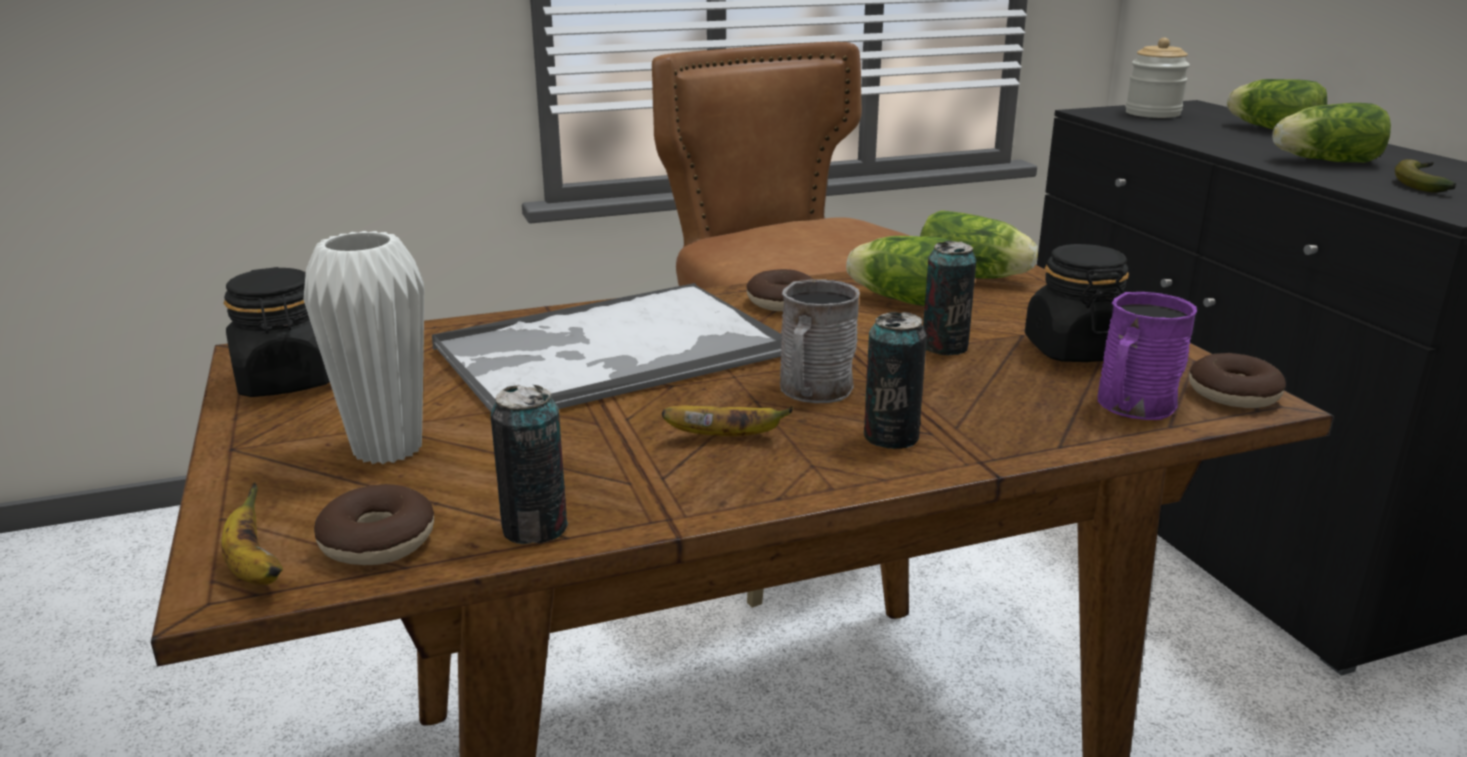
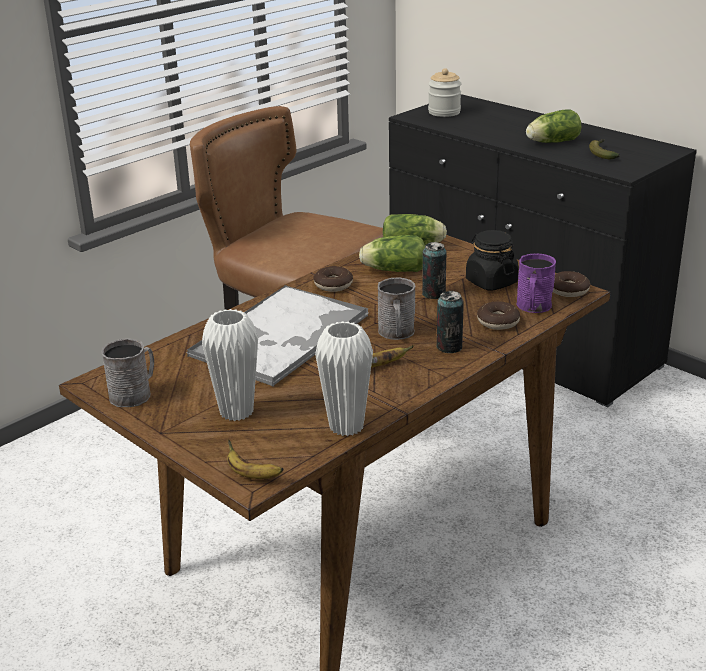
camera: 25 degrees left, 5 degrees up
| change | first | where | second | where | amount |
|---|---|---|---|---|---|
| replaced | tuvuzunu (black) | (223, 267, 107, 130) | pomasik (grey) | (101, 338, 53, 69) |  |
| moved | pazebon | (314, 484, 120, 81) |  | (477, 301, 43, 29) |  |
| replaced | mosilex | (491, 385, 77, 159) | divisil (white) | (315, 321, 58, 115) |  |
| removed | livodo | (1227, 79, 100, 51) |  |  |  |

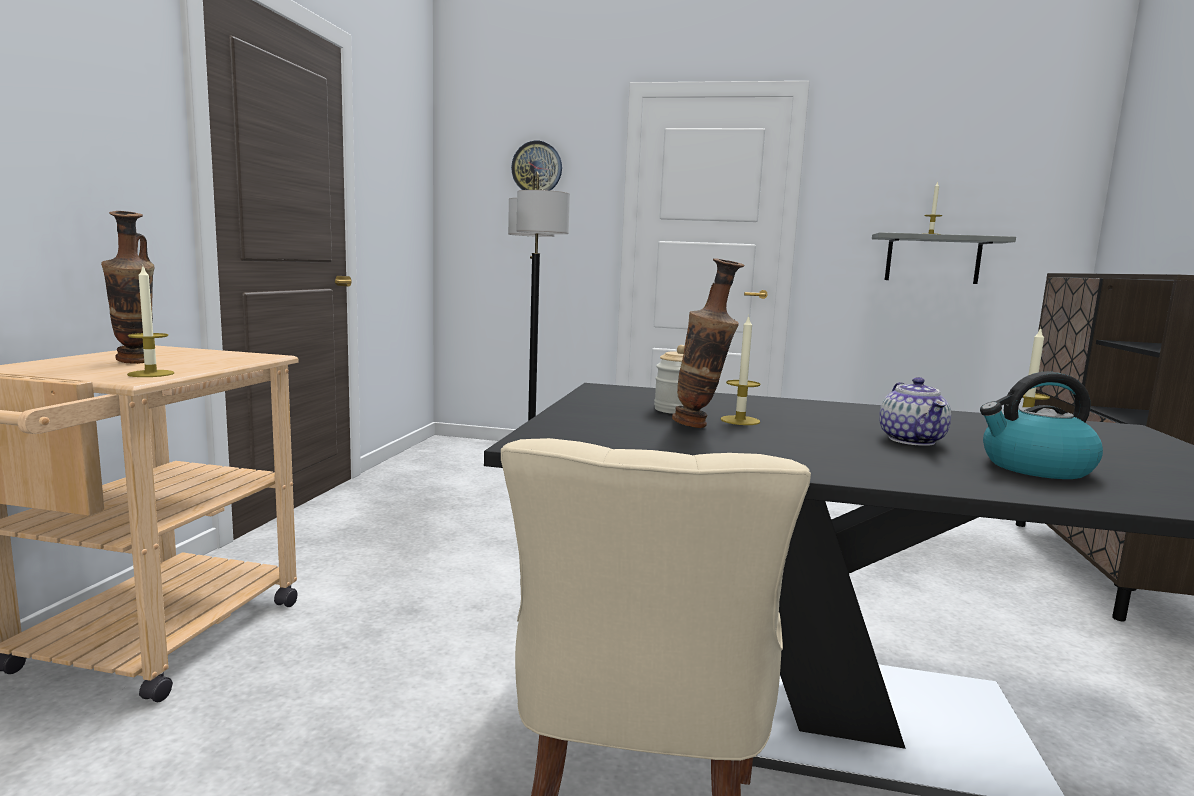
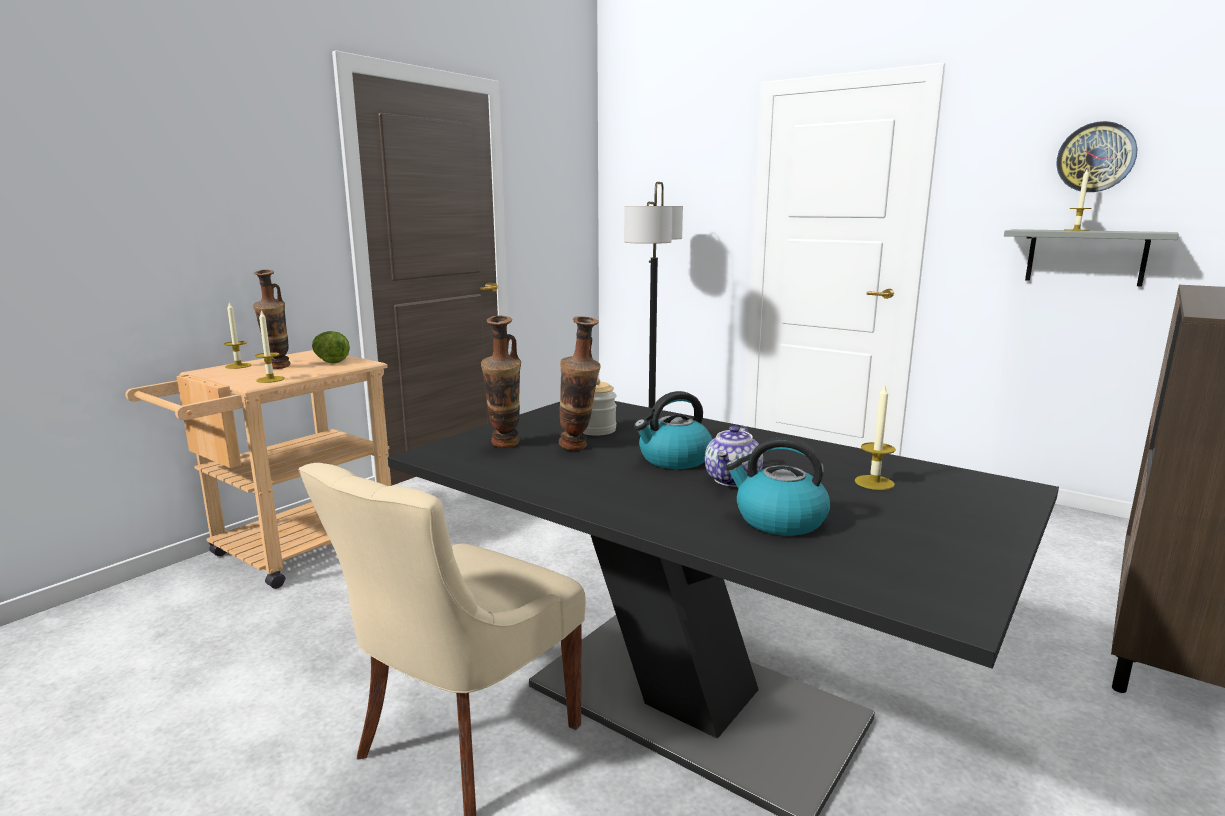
camera: 25 degrees right, 5 degrees up
| change | first | where | second | where | amount |
|---|---|---|---|---|---|
| moved | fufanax | (511, 141, 51, 50) |  | (1056, 121, 81, 71) |  |
| moved | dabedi | (721, 314, 39, 111) |  | (224, 302, 28, 67) |  |
| added |  |  | livodo | (312, 331, 38, 33) |  |
| added |  |  | divisil | (481, 316, 40, 132) |  |
| added |  |  | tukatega | (634, 391, 78, 78) |  |

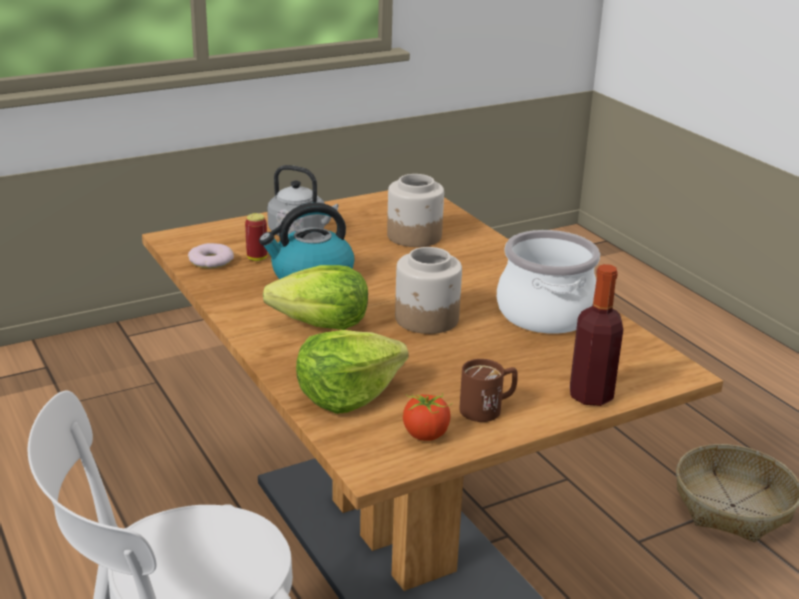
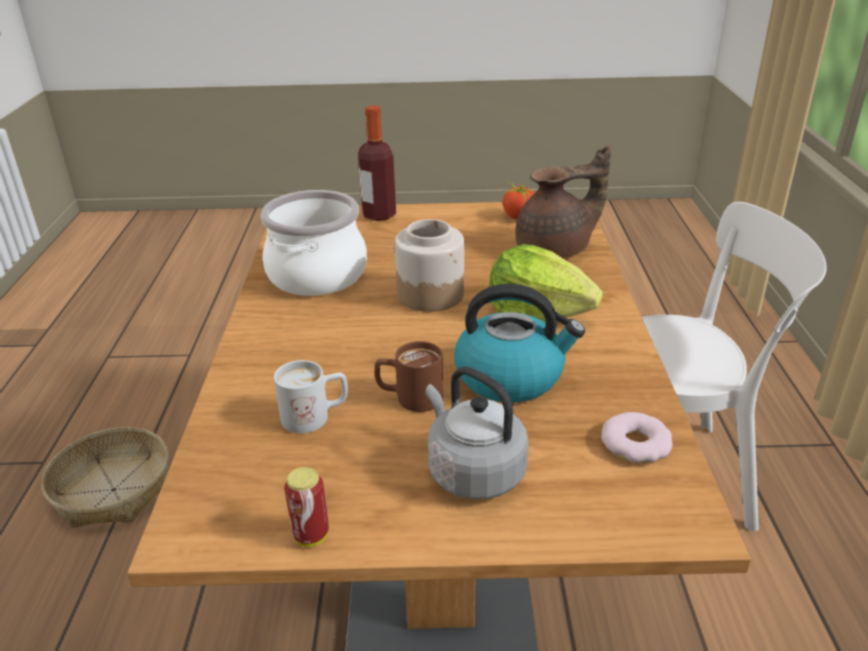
camera: 150 degrees left, 5 degrees up
| change | first | where | second | where | amount |
|---|---|---|---|---|---|
| moved | mosilex | (245, 213, 22, 48) |  | (284, 467, 45, 80) |  |
| replaced | livodo | (296, 330, 113, 84) | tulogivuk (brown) | (515, 146, 96, 112) |  |
| replaced | tuvuzunu | (387, 174, 57, 73) | pomasik (white) | (274, 360, 74, 73) |  |
| moved | pomasik (brown) | (459, 359, 59, 63) |  | (374, 341, 69, 71) |  |

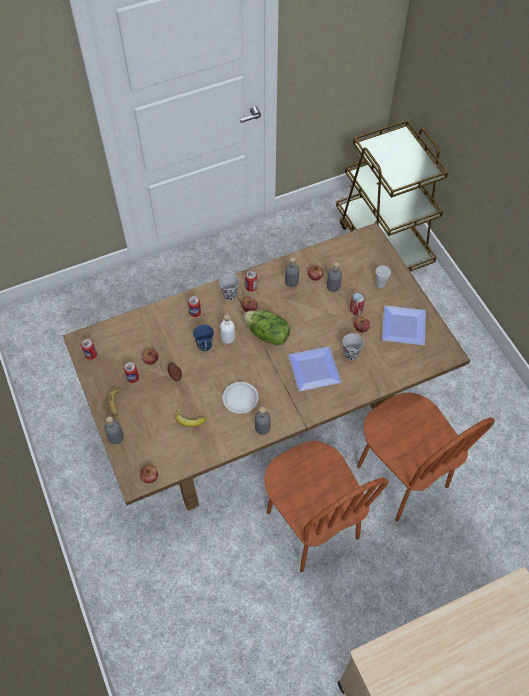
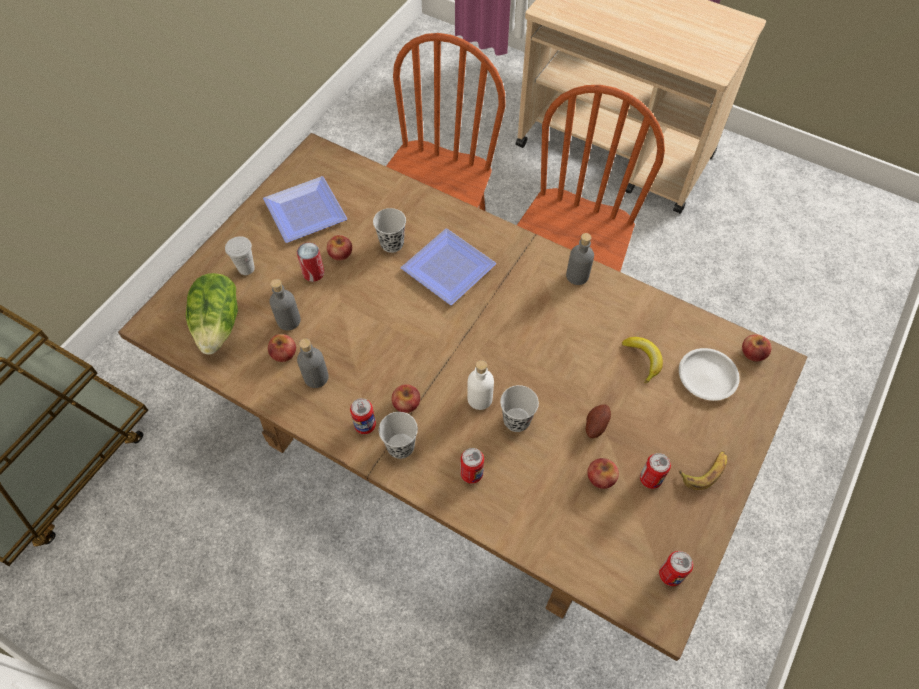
camera: 125 degrees left, 0 degrees up
| change | first | where | second | where | amount |
|---|---|---|---|---|---|
| removed | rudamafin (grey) | (105, 416, 19, 29) |  |  |  |
| recoloured | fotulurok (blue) | (193, 324, 21, 27) | fotulurok (black) | (500, 385, 39, 47) |  |
| moved | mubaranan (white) | (223, 382, 36, 32) |  | (679, 348, 61, 53) |  |
| moved | livodo | (243, 310, 47, 36) |  | (186, 273, 52, 82) |  |

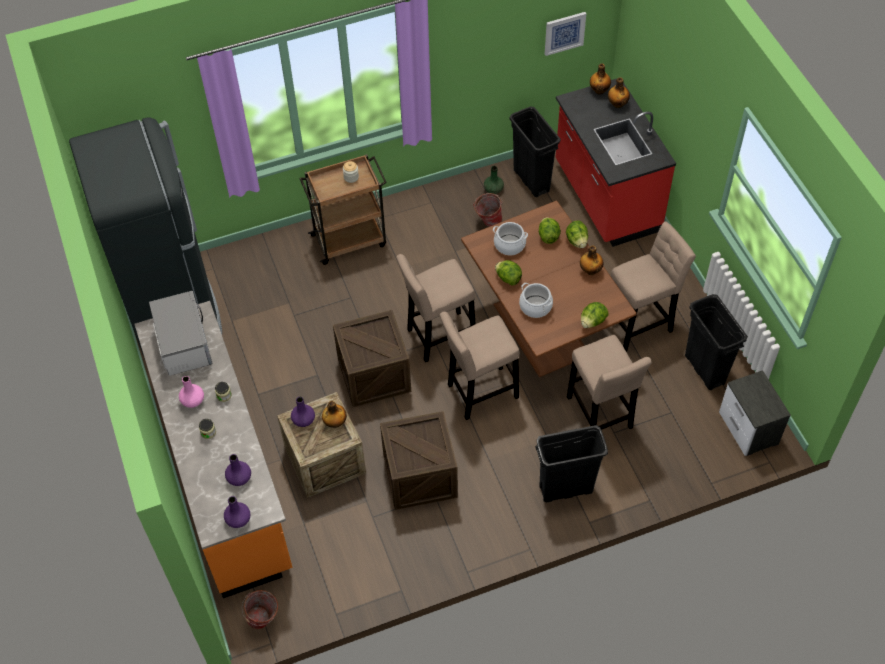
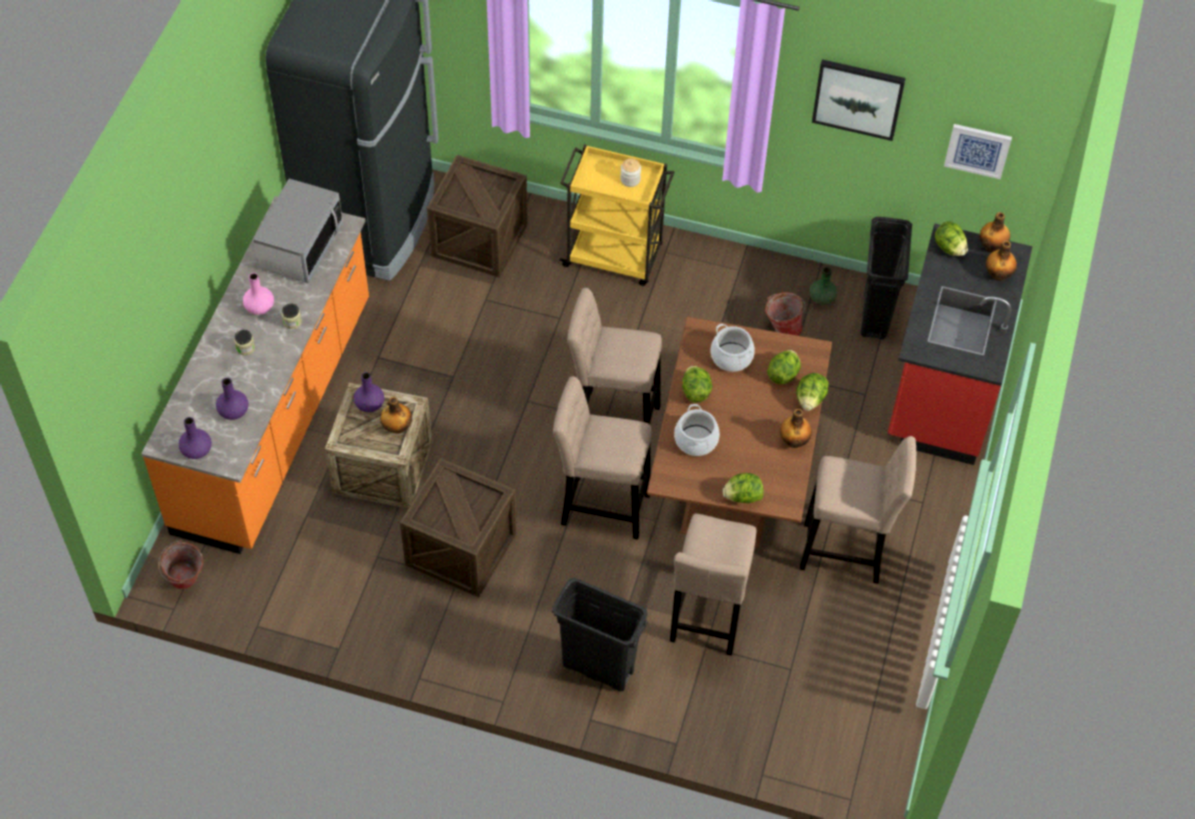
camera: 35 degrees right, 0 degrees up
| change | first | where | second | where | amount |
|---|---|---|---|---|---|
| recoloured | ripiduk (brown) | (299, 154, 88, 111) | ripiduk (yellow) | (559, 144, 115, 142) |  |
| moved | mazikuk | (333, 310, 78, 97) |  | (427, 155, 101, 123) |  |
| removed | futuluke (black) | (685, 294, 63, 96) |  |  |  |
| removed | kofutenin | (719, 370, 72, 86) |  |  |  |
| added |  |  | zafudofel | (812, 59, 94, 82) |  |
| added |  |  | livodo | (935, 221, 33, 35) |  |

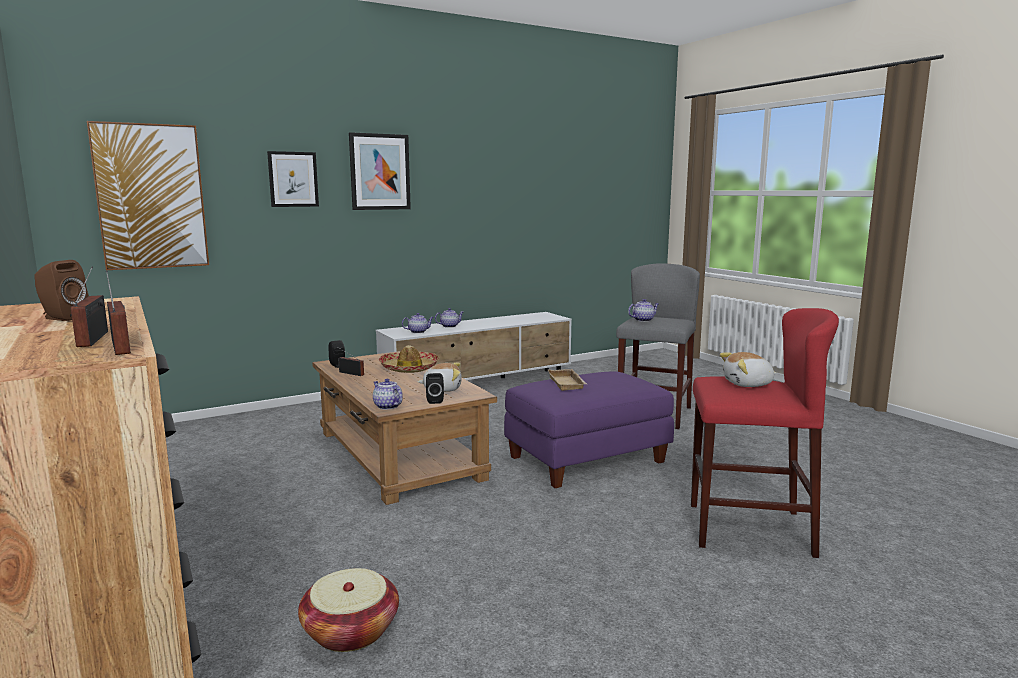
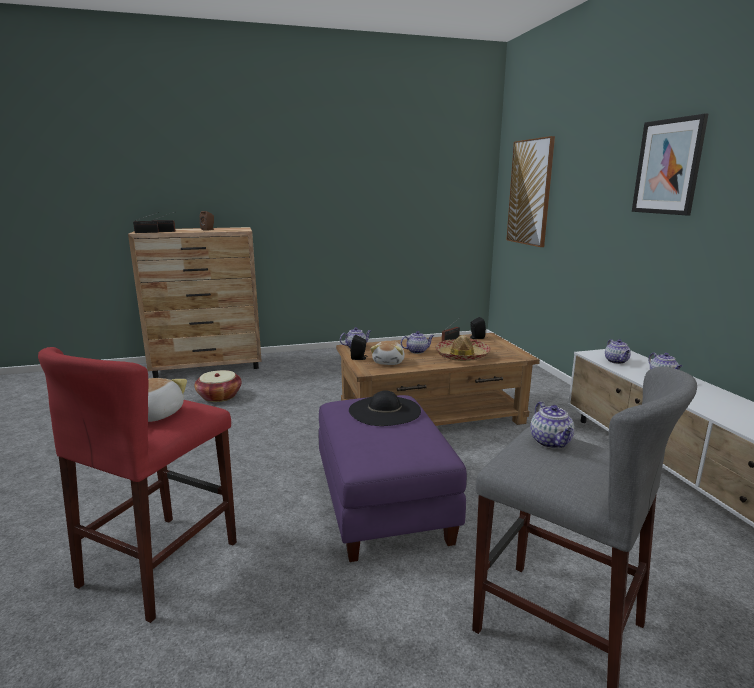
camera: 105 degrees right, 5 degrees up
| change | first | where | second | where | amount |
|---|---|---|---|---|---|
| removed | zafudofel | (267, 151, 52, 56) |  |  |  |
| replaced | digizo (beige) | (547, 369, 40, 22) | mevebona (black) | (349, 390, 72, 36) |  |
| added |  |  | tulogivuk | (400, 331, 34, 23) |  |

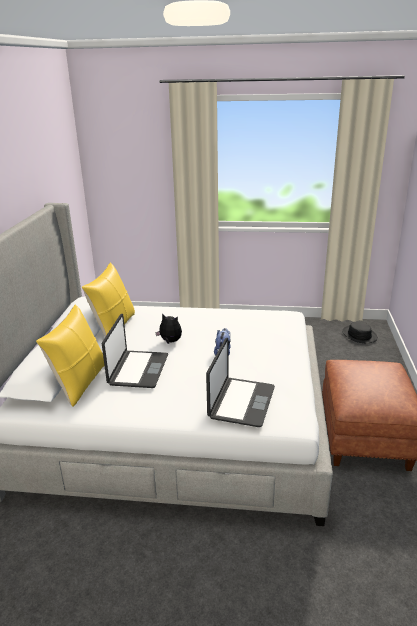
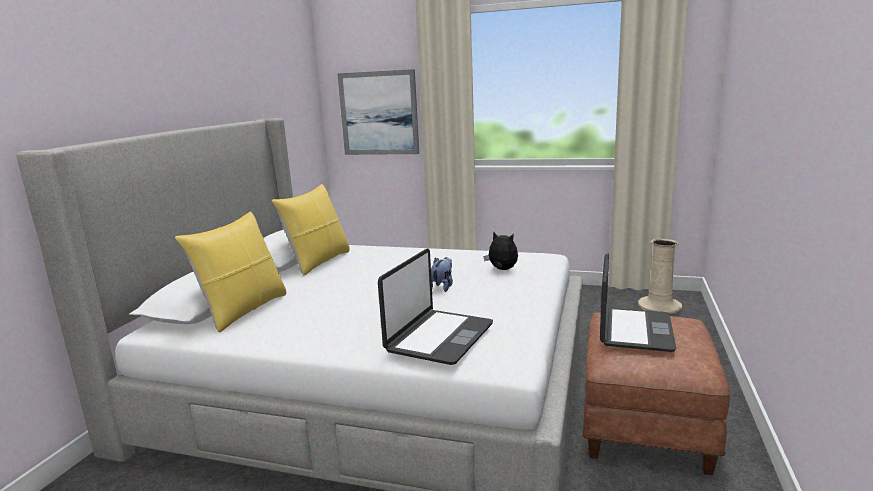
camera: 10 degrees right, 10 degrees down
| change | first | where | second | where | amount |
|---|---|---|---|---|---|
| moved | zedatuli | (102, 314, 66, 74) |  | (600, 253, 76, 99) |  |
| moved | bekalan | (156, 314, 26, 30) |  | (484, 231, 34, 39) |  |
| replaced | mevebona (black) | (342, 322, 36, 21) | divisil (beige) | (638, 239, 44, 75) |  |
| added |  |  | zafudofel | (337, 69, 82, 86) |  |

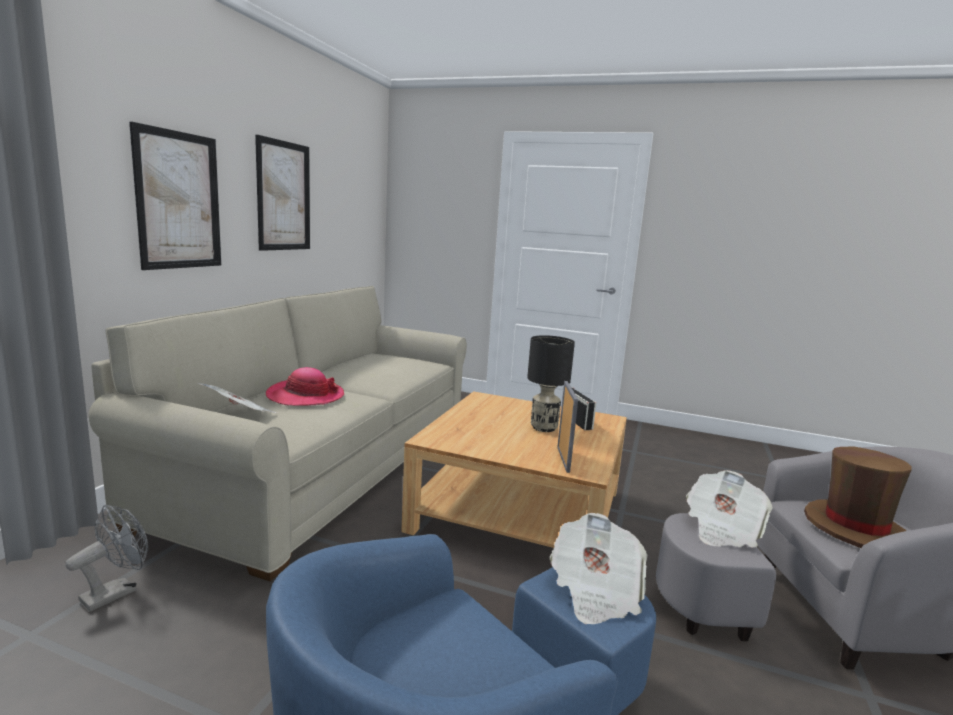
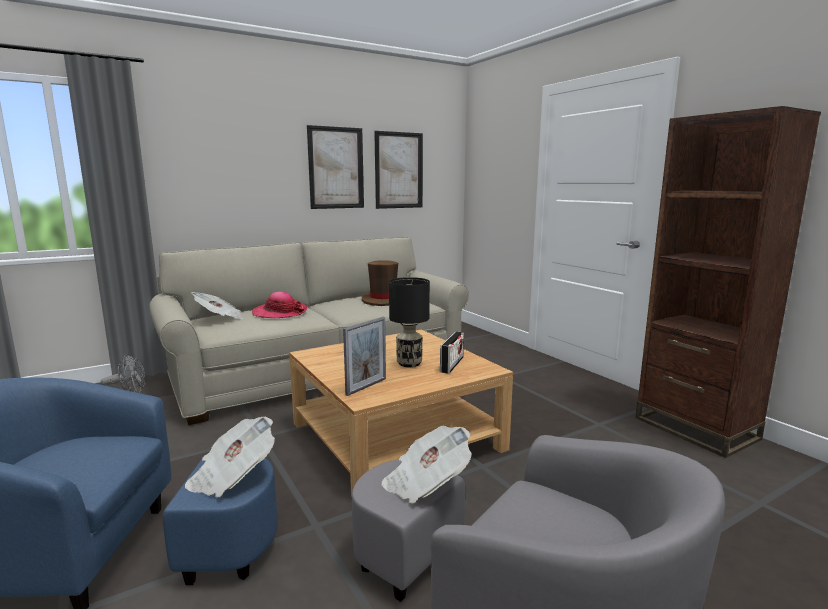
camera: 40 degrees right, 0 degrees up
| change | first | where | second | where | amount |
|---|---|---|---|---|---|
| moved | zafudofel | (129, 121, 92, 149) |  | (374, 131, 49, 78) |  |
| moved | mevebona (brown) | (804, 447, 108, 101) |  | (362, 260, 36, 46) |  |
| added |  |  | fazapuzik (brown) | (635, 106, 186, 352) |  |

